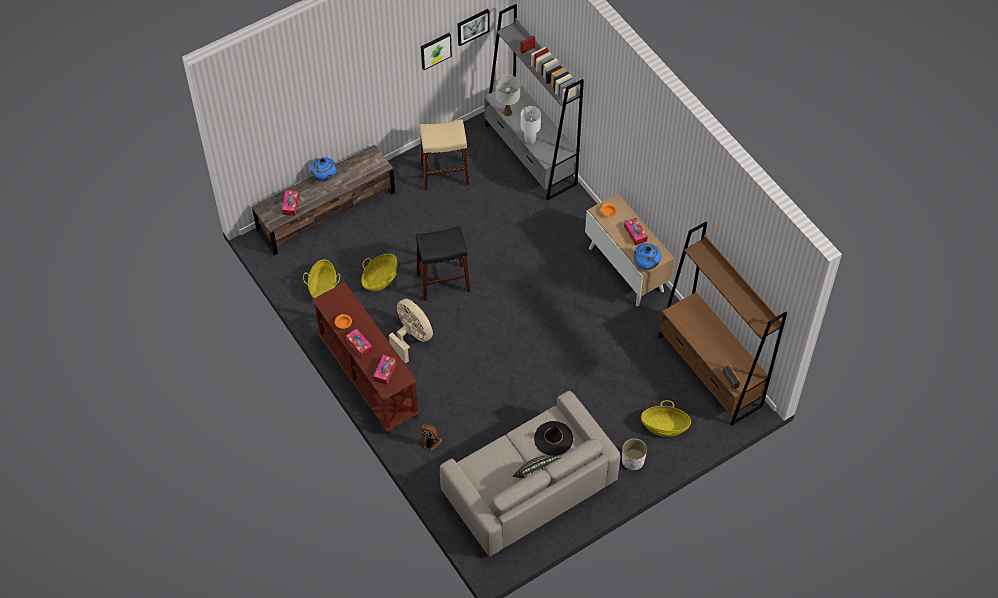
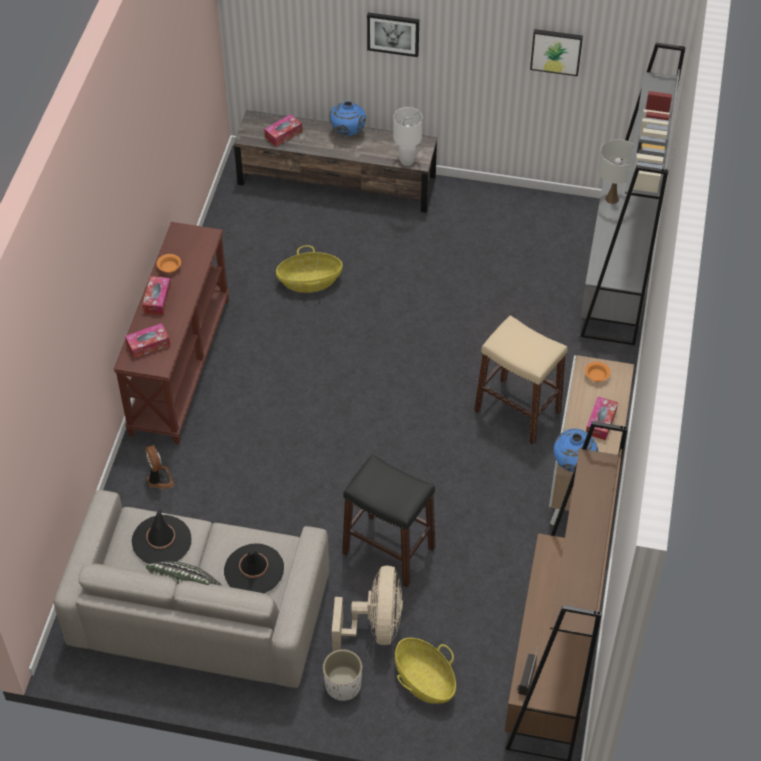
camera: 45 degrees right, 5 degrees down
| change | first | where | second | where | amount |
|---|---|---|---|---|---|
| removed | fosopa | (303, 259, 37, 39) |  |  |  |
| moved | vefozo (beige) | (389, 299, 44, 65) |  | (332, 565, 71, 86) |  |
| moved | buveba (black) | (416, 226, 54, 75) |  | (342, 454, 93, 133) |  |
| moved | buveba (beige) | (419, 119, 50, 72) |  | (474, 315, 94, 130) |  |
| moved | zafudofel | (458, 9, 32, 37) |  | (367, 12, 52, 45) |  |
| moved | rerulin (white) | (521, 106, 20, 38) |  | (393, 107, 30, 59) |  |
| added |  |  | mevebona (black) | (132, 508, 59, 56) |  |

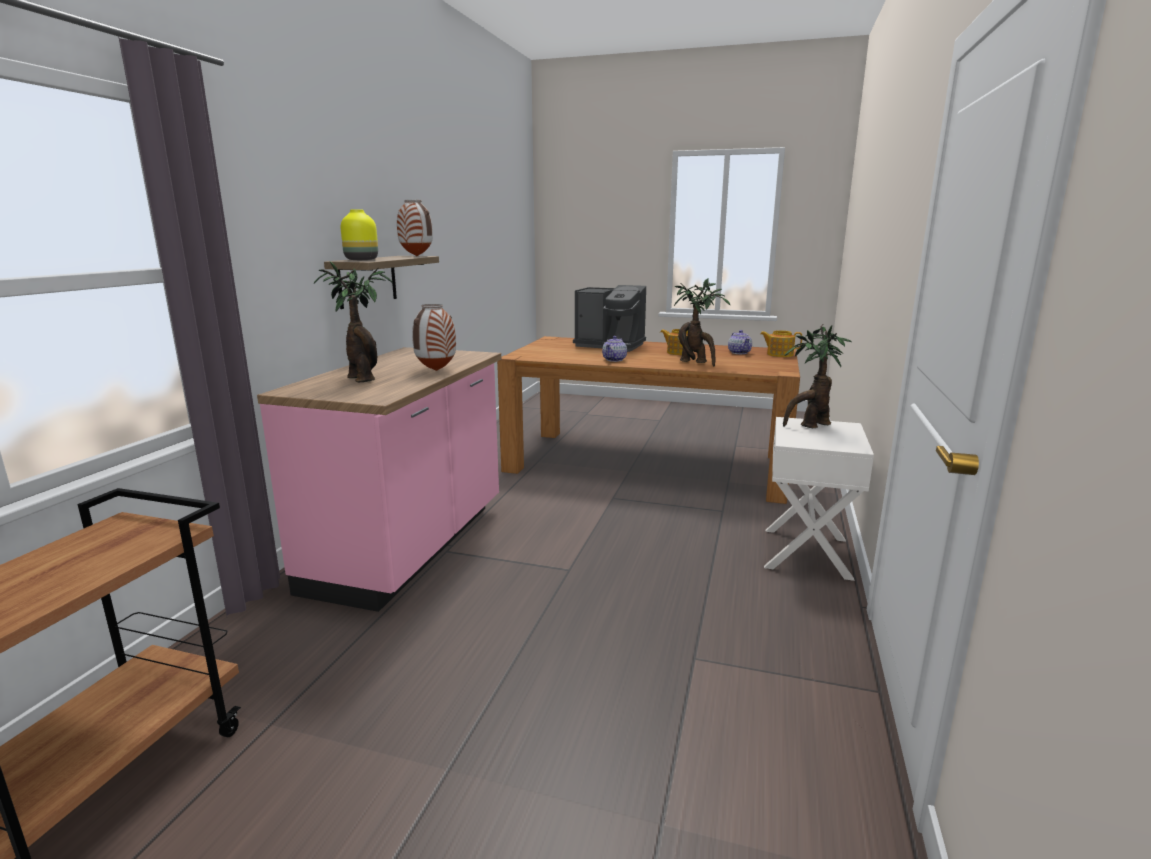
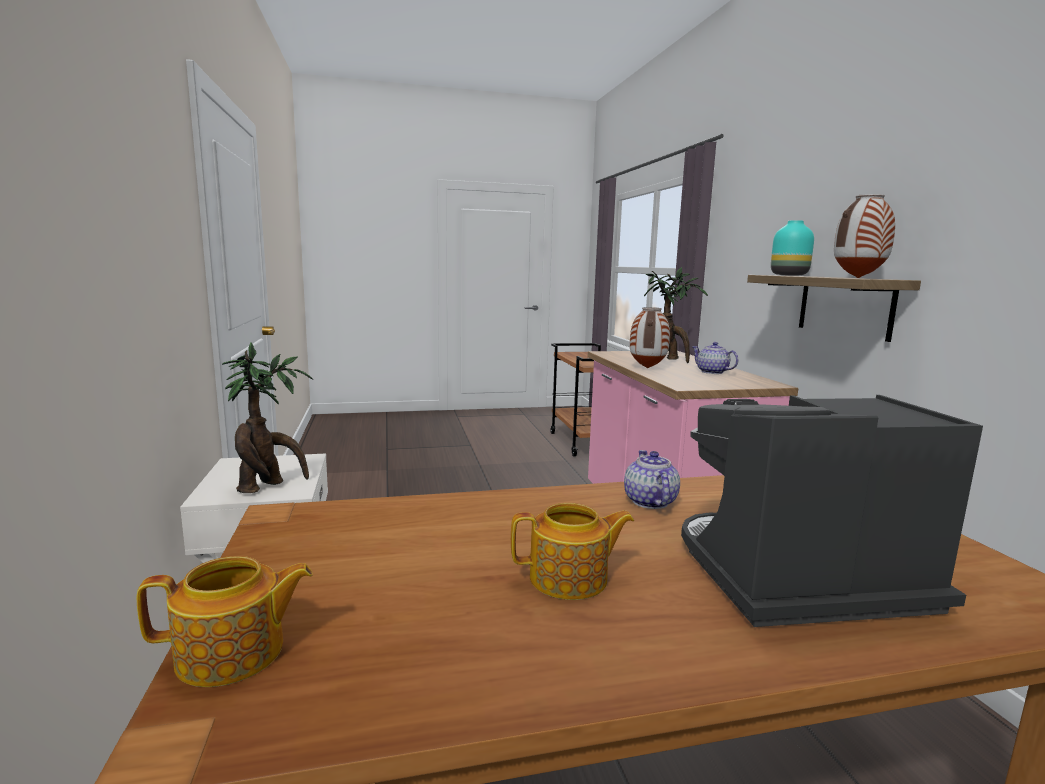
camera: 150 degrees right, 5 degrees down
| change | first | where | second | where | amount |
|---|---|---|---|---|---|
| recoloured | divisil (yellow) | (341, 209, 37, 51) | divisil (turquoise) | (771, 220, 43, 56) |  |
| removed | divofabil | (674, 278, 57, 88) |  |  |  |
| moved | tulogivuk | (728, 330, 24, 24) |  | (692, 342, 47, 32) |  |

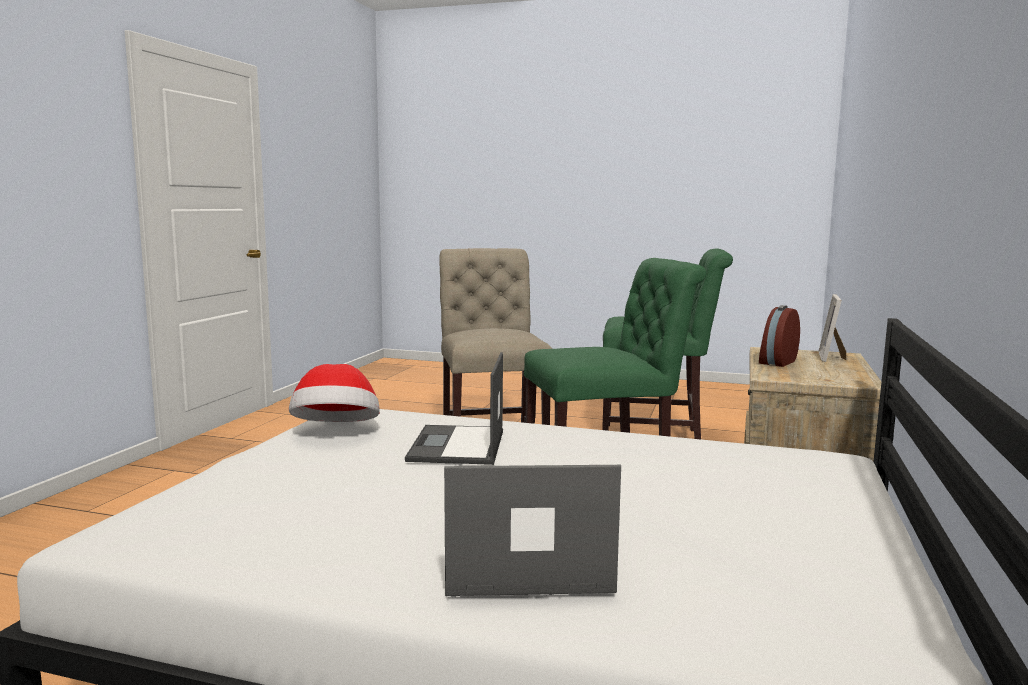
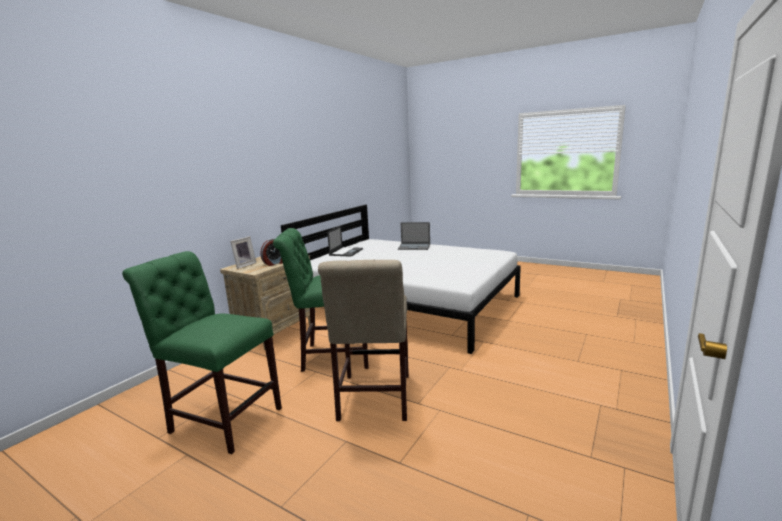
camera: 165 degrees left, 5 degrees up
| change | first | where | second | where | amount |
|---|---|---|---|---|---|
| removed | mevebona | (289, 364, 91, 58) |  |  |  |
| moved | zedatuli | (405, 352, 98, 113) |  | (327, 225, 36, 32) |  |

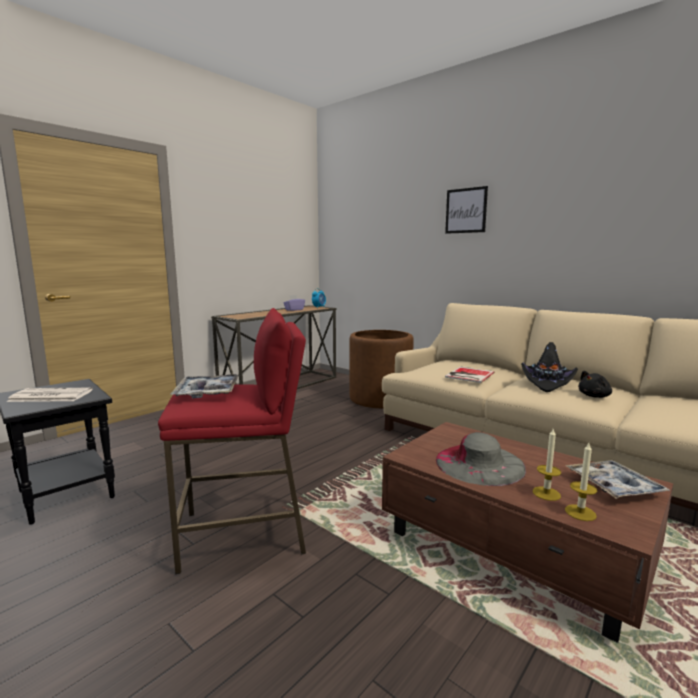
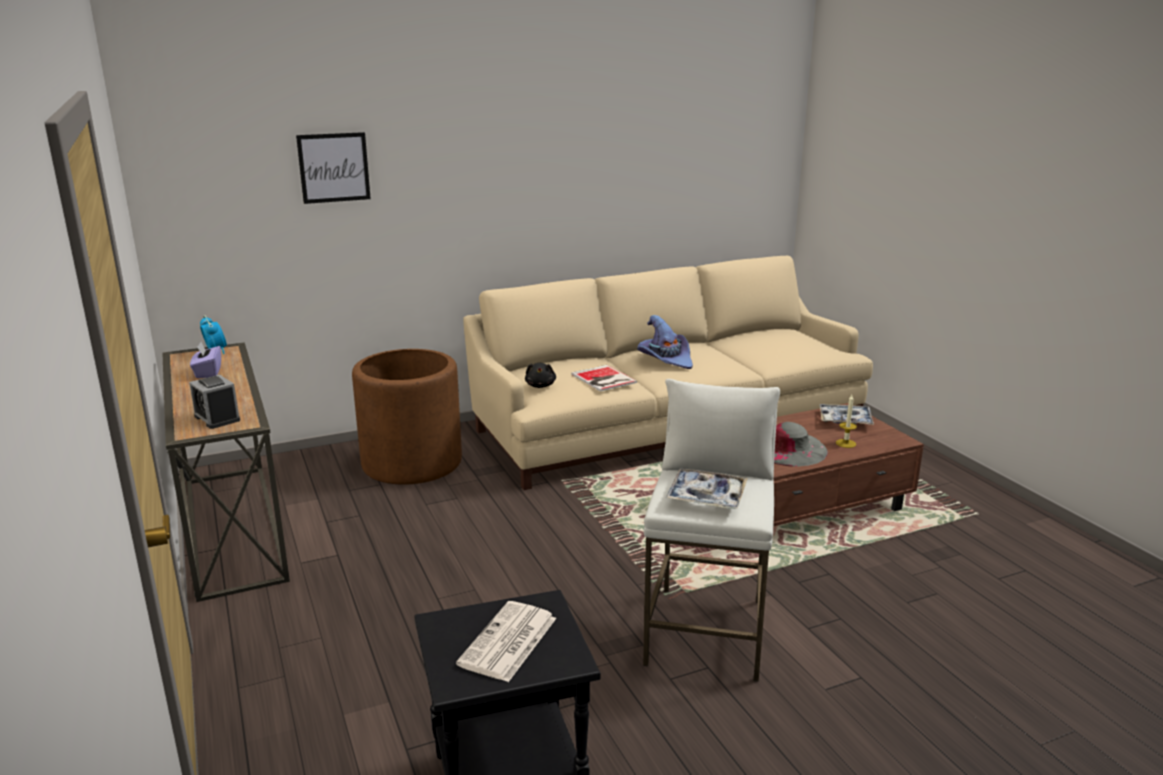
camera: 65 degrees left, 10 degrees up
| change | first | where | second | where | amount |
|---|---|---|---|---|---|
| recoloured | buveba (red) | (158, 308, 148, 266) | buveba (white) | (643, 379, 137, 303) |  |
| moved | zafudofel | (445, 186, 43, 48) |  | (296, 132, 75, 72) |  |
| recoloured | mevebona (black) | (521, 342, 57, 50) | mevebona (purple) | (637, 315, 56, 54) |  |
| removed | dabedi | (565, 443, 32, 78) |  |  |  |
| moved | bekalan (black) | (578, 371, 34, 27) |  | (525, 363, 31, 25) |  |
| added |  |  | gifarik | (189, 375, 51, 54) |  |

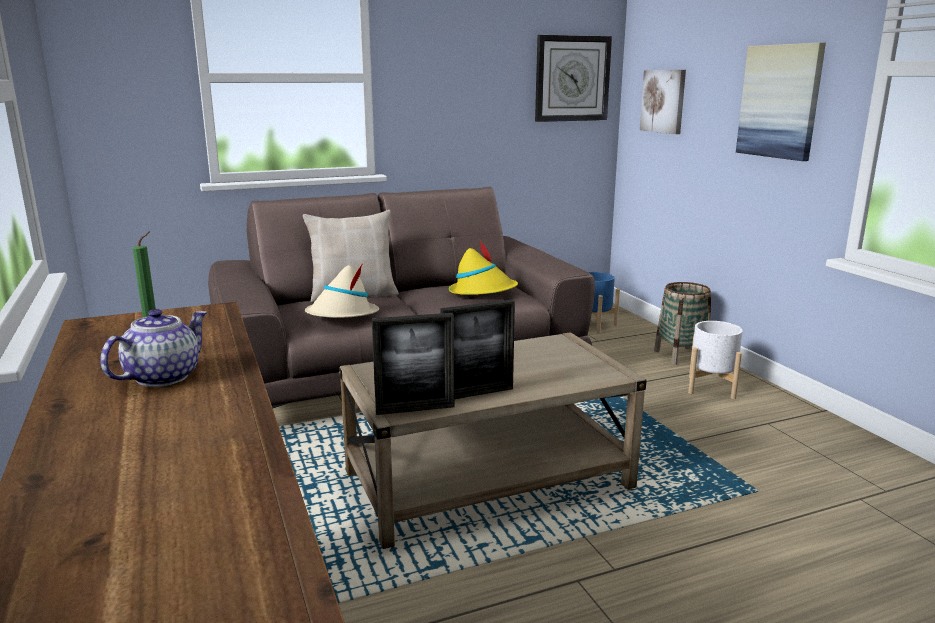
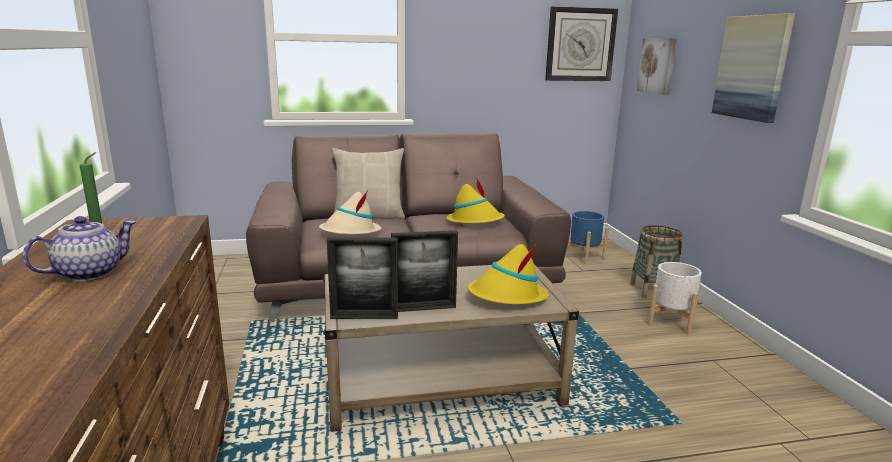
camera: 10 degrees right, 0 degrees up
| change | first | where | second | where | amount |
|---|---|---|---|---|---|
| added |  |  | mevebona (yellow) | (467, 244, 81, 60) |  |

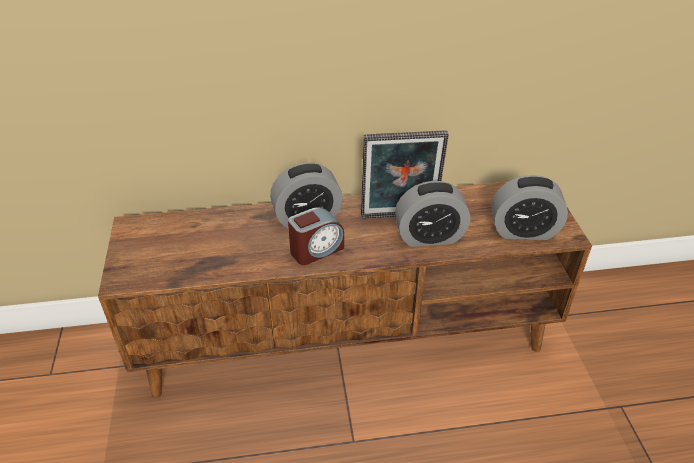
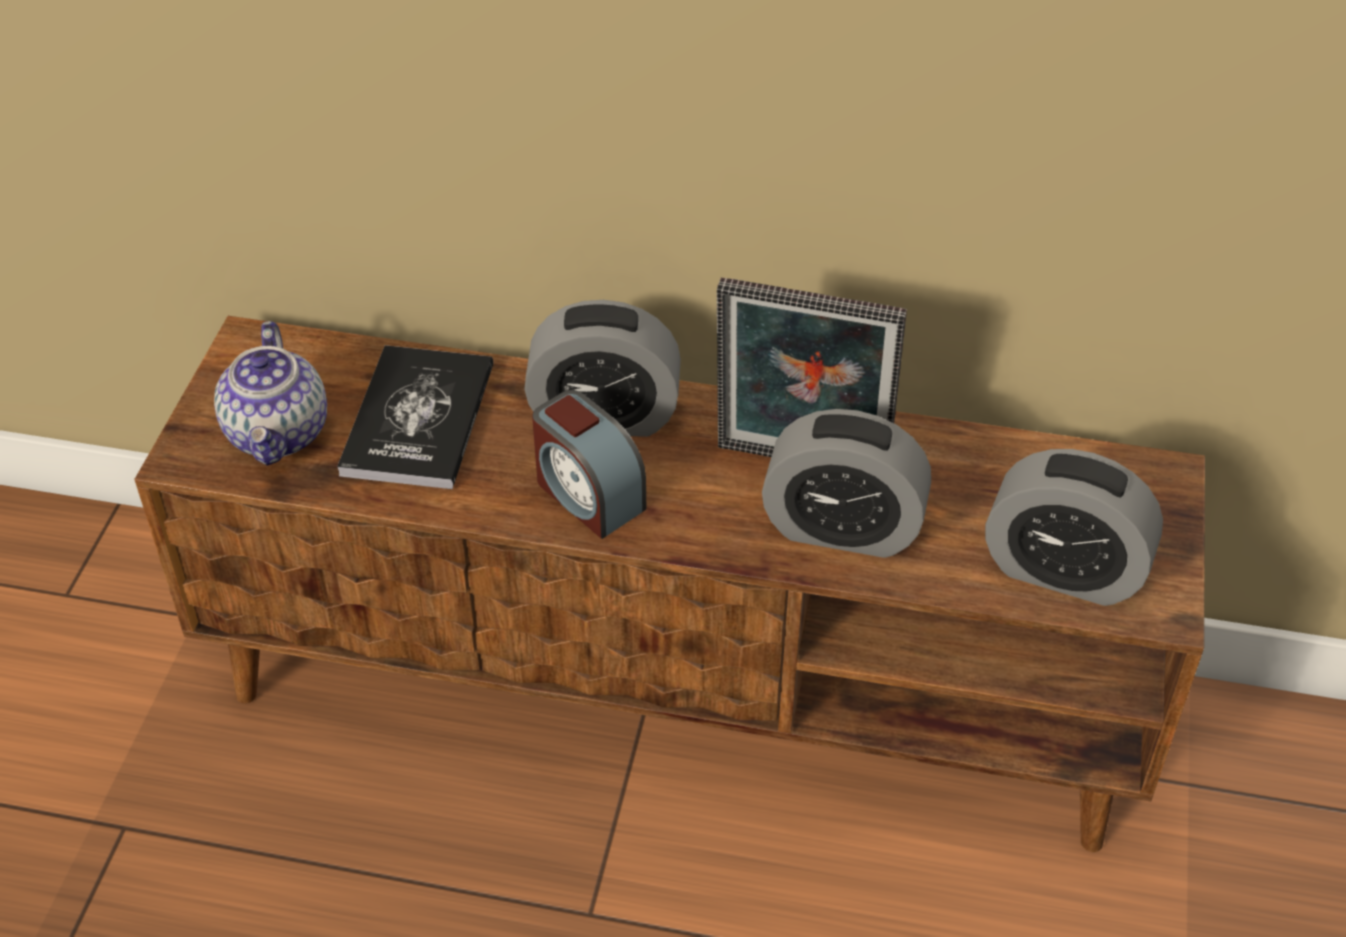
camera: 20 degrees right, 5 degrees up
| change | first | where | second | where | amount |
|---|---|---|---|---|---|
| turned | gifarik | (288, 207, 56, 58) |  | (532, 390, 114, 149) | 60 degrees clockwise |
| added |  |  | tulogivuk | (214, 321, 113, 145) |  |
| added |  |  | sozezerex | (337, 345, 156, 144) |  |

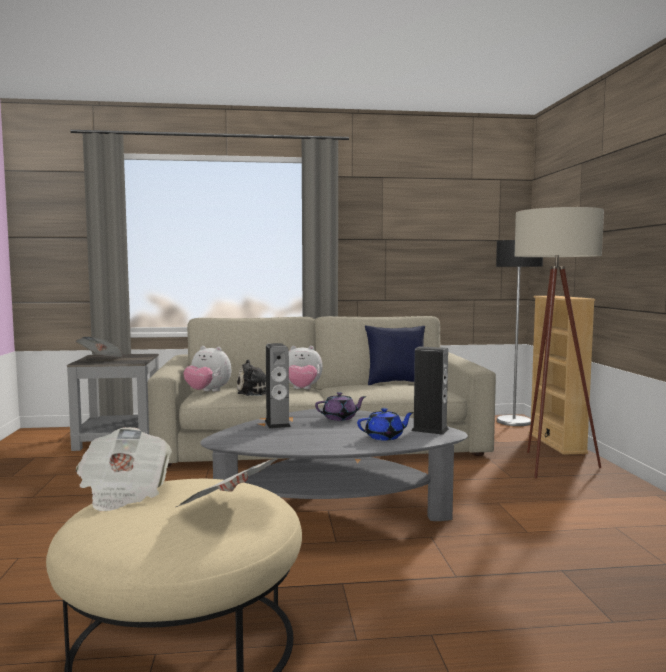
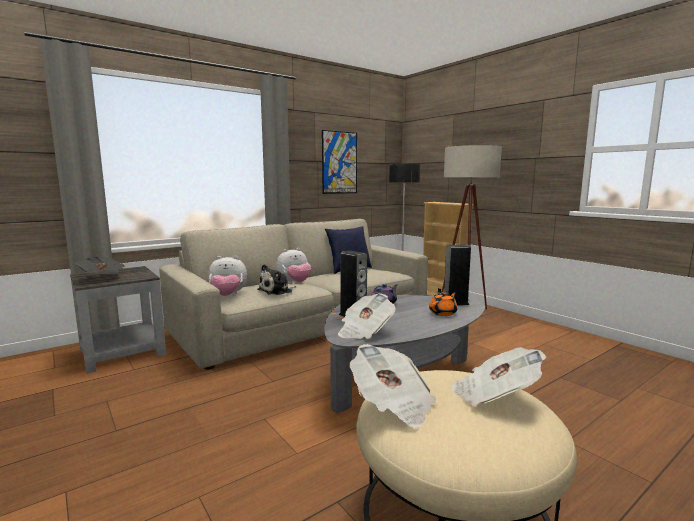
camera: 30 degrees left, 5 degrees up
| change | first | where | second | where | amount |
|---|---|---|---|---|---|
| recoloured | tulogivuk (blue) | (357, 408, 57, 32) | tulogivuk (orange) | (429, 292, 29, 24) |  |
| added |  |  | zafudofel | (322, 130, 35, 64) |  |
| added |  |  | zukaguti | (338, 293, 57, 46) |  |

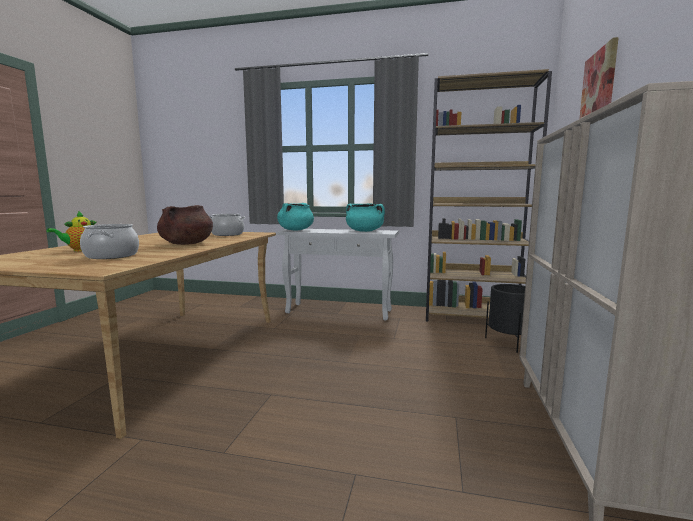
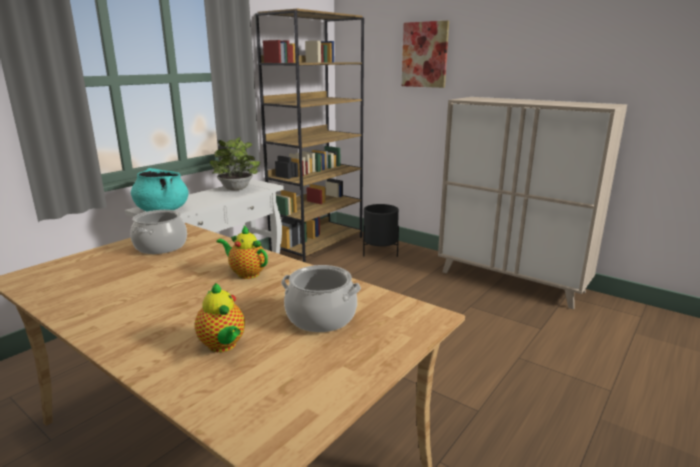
camera: 65 degrees left, 10 degrees up
| change | first | where | second | where | amount |
|---|---|---|---|---|---|
| replaced | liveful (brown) | (157, 205, 56, 40) | tulogivuk | (216, 226, 52, 53) |  |
| replaced | liveful (turquoise) | (346, 204, 39, 28) | divofabil | (210, 137, 50, 53) |  |

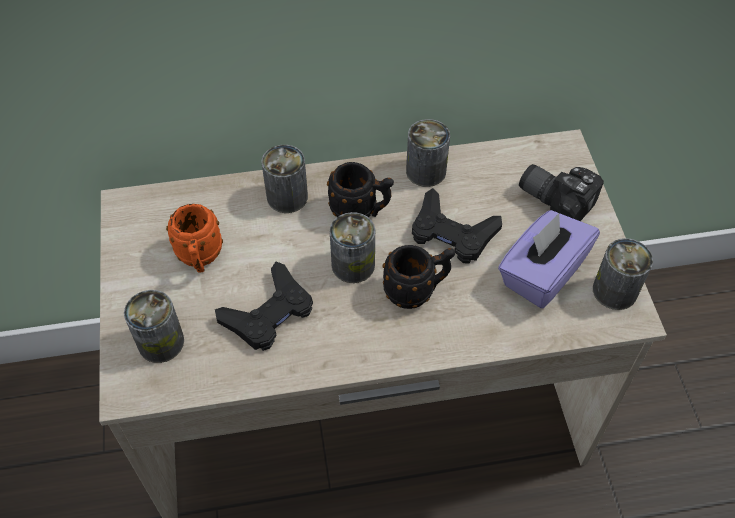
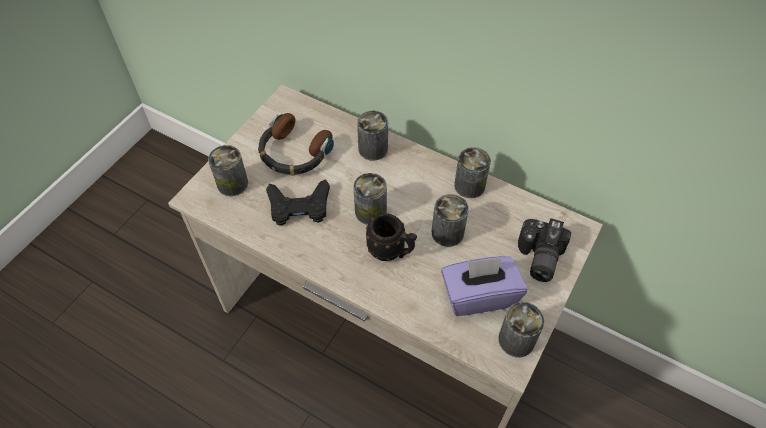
camera: 40 degrees right, 0 degrees up
| change | first | where | second | where | amount |
|---|---|---|---|---|---|
| replaced | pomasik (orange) | (166, 204, 57, 69) | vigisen | (258, 113, 76, 62) |  |
| removed | pomasik (black) | (327, 162, 67, 55) |  |  |  |
| replaced | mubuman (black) | (412, 188, 90, 76) | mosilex | (432, 194, 37, 53) |  |
| turned | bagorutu | (519, 164, 85, 57) |  | (518, 218, 53, 64) | 150 degrees counterclockwise |

